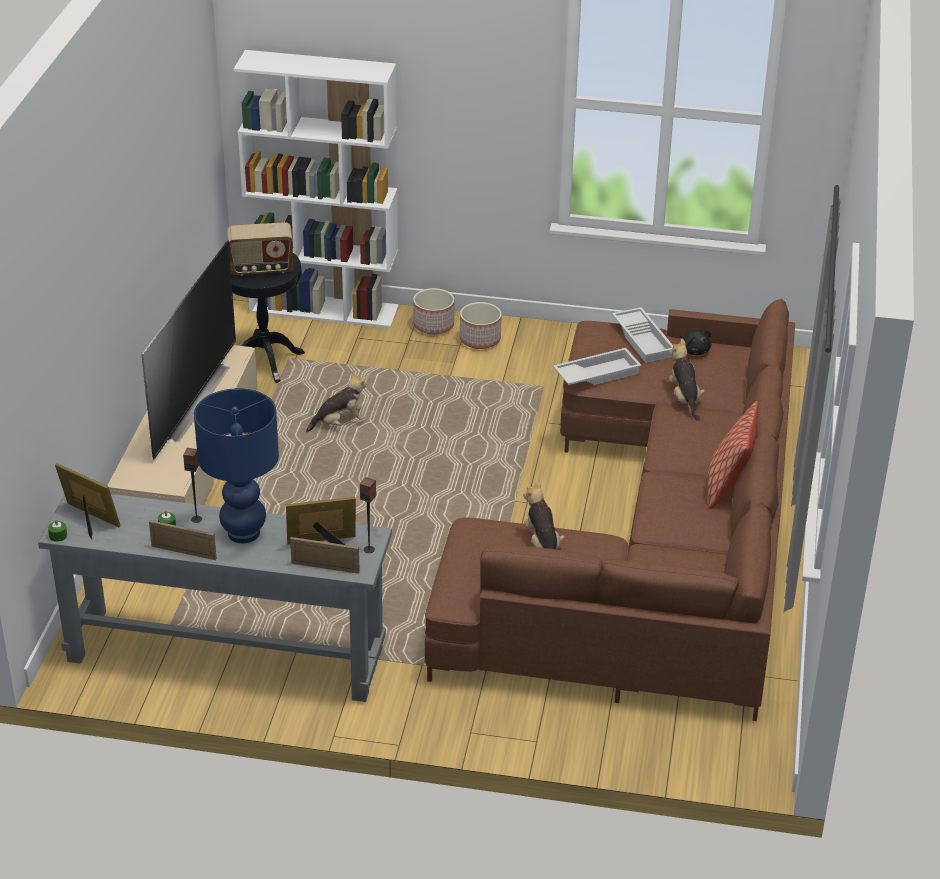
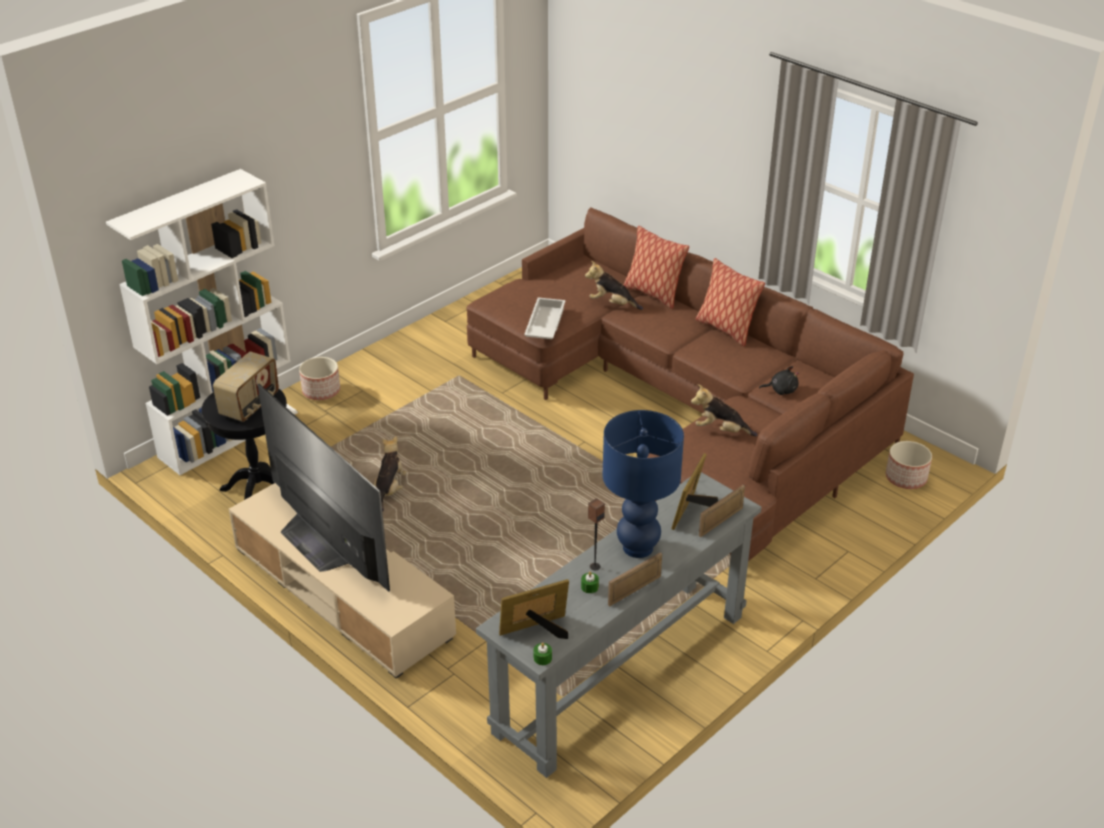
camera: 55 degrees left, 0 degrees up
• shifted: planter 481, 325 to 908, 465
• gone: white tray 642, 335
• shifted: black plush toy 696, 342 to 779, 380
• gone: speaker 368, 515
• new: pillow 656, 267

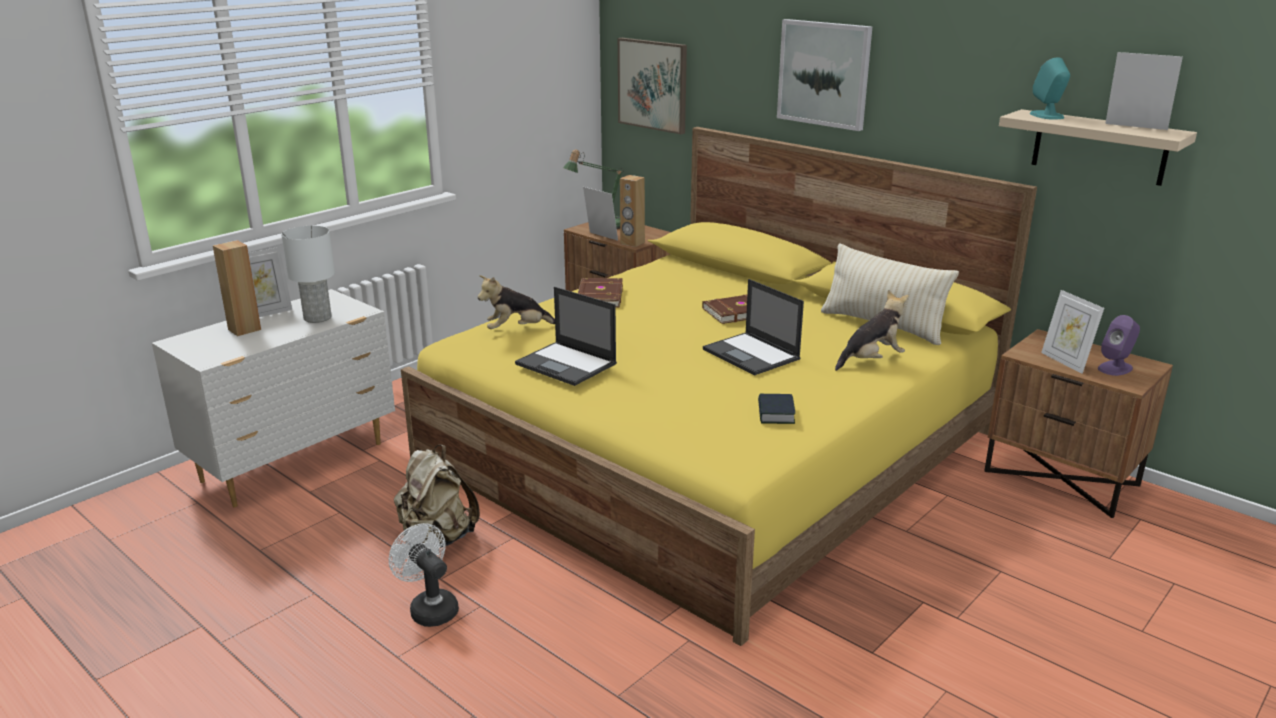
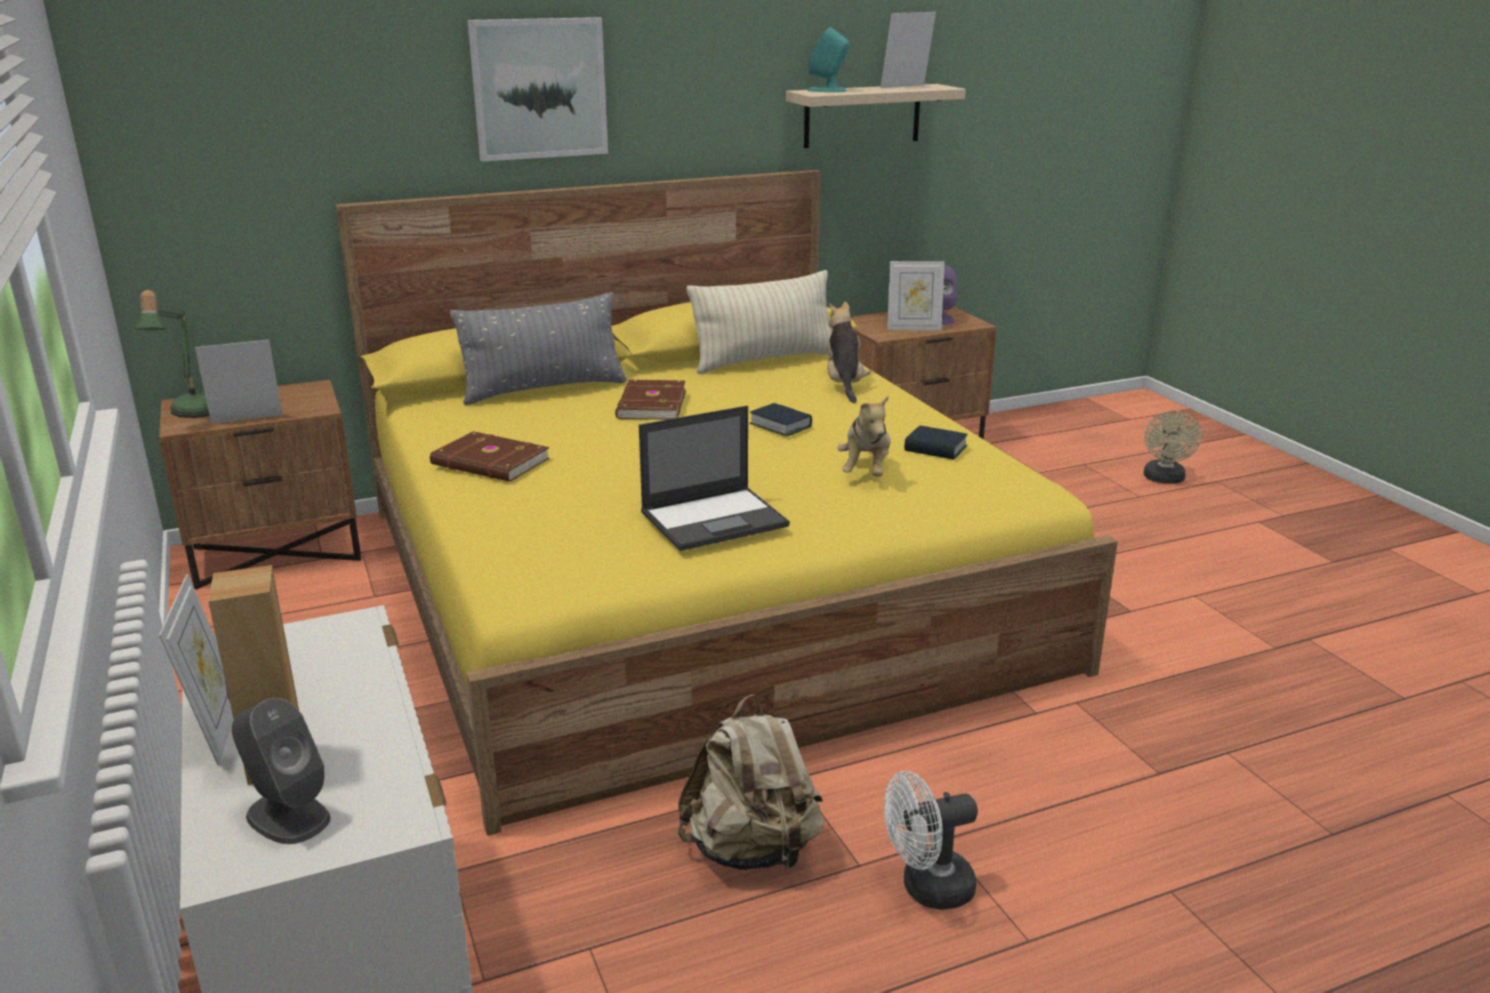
camera: 65 degrees left, 0 degrees up
• gone: picture 652, 86
• gone: brown speaker 632, 211
• gone: white table lamp 308, 274
• shifted: plush toy 516, 302 to 864, 436
• swapped: laptop 753, 327 to book 781, 419
• new: grey pillow 538, 348
• new: beige fan 1173, 447
• new: grey speaker 281, 771

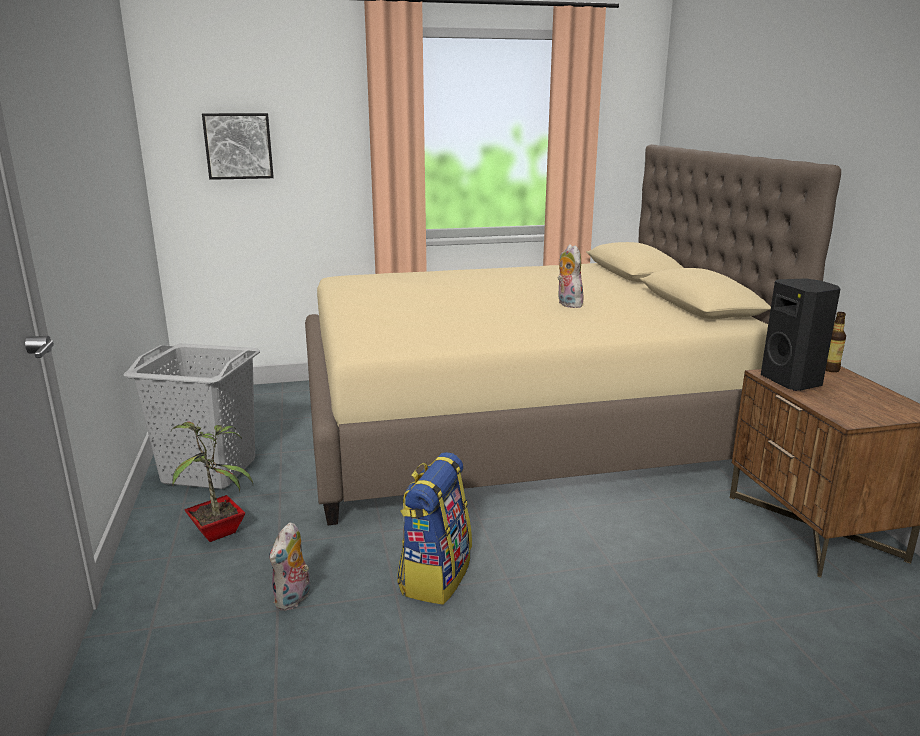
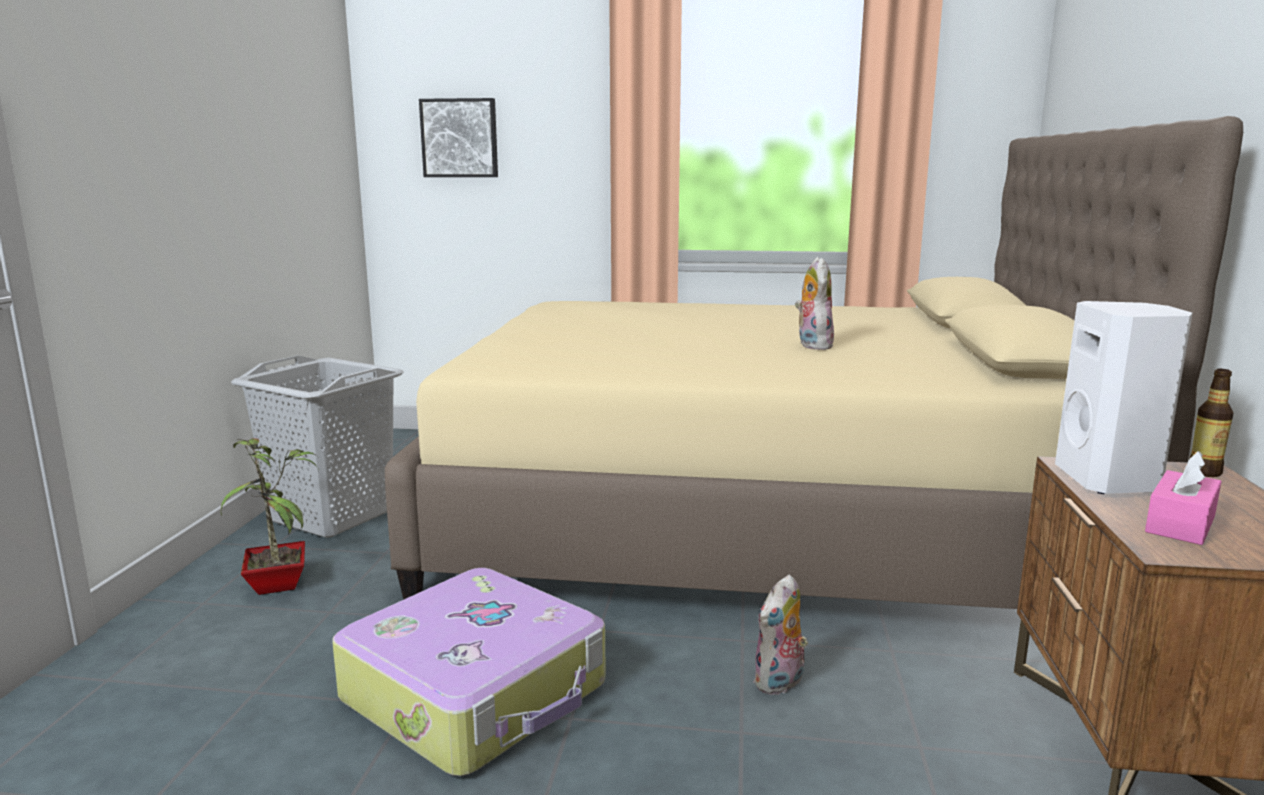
camera: 20 degrees right, 5 degrees down
• repainted: black speaker 800, 334 to white speaker 1124, 397
• swapped: backpack 434, 528 to suitcase 469, 672
• shifted: plush toy 289, 566 to 780, 635
• new: pink tissue box 1183, 498

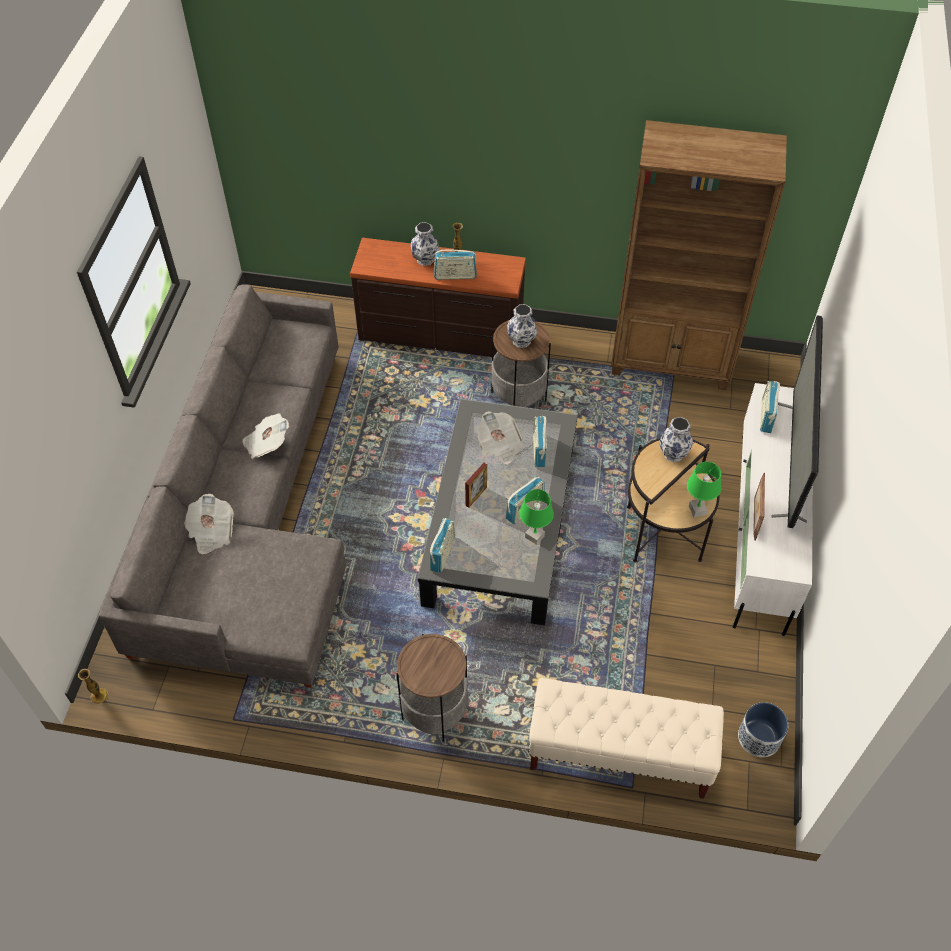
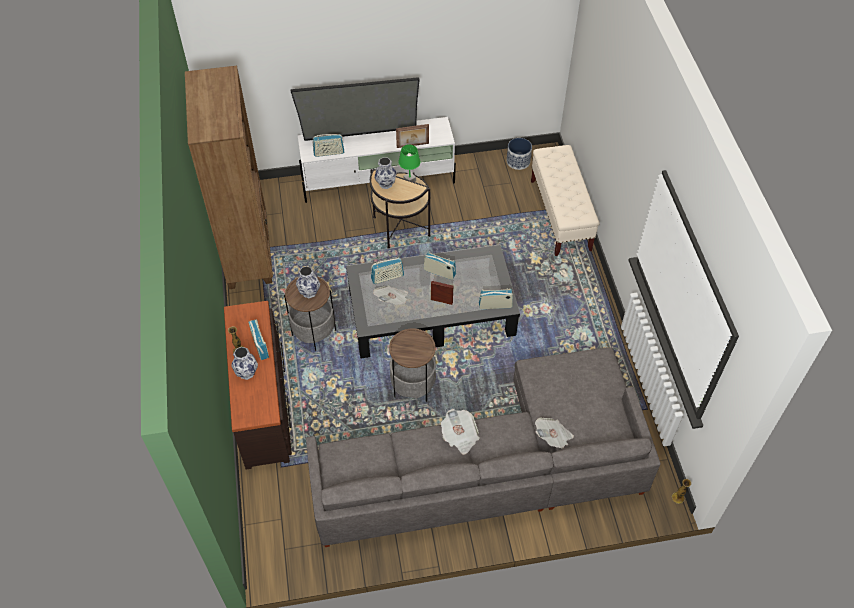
camera: 110 degrees left, 0 degrees up
• gone: green table lamp 536, 517
• shifted: side table 432, 688 to 412, 365

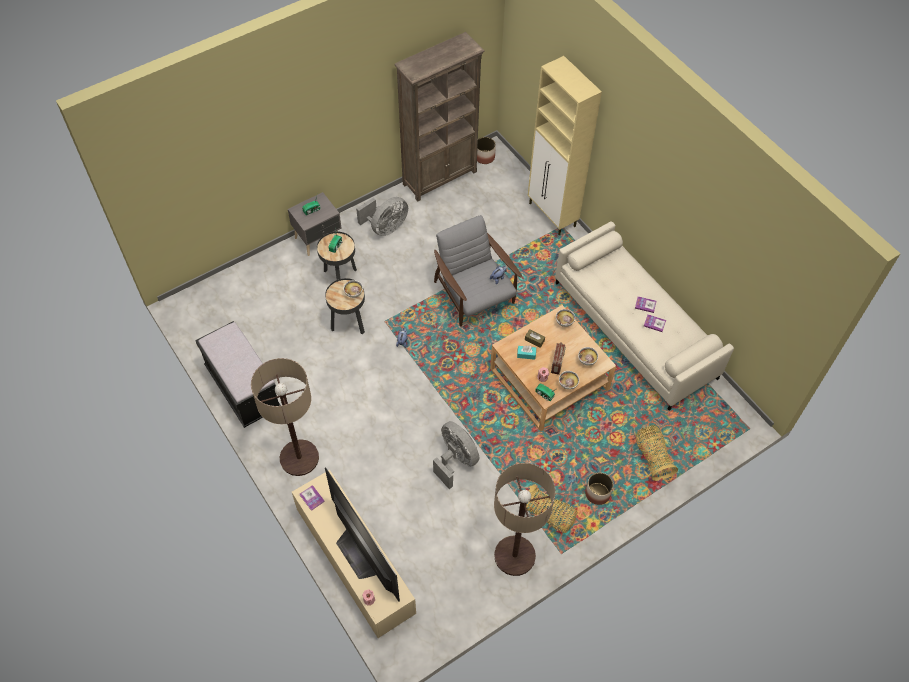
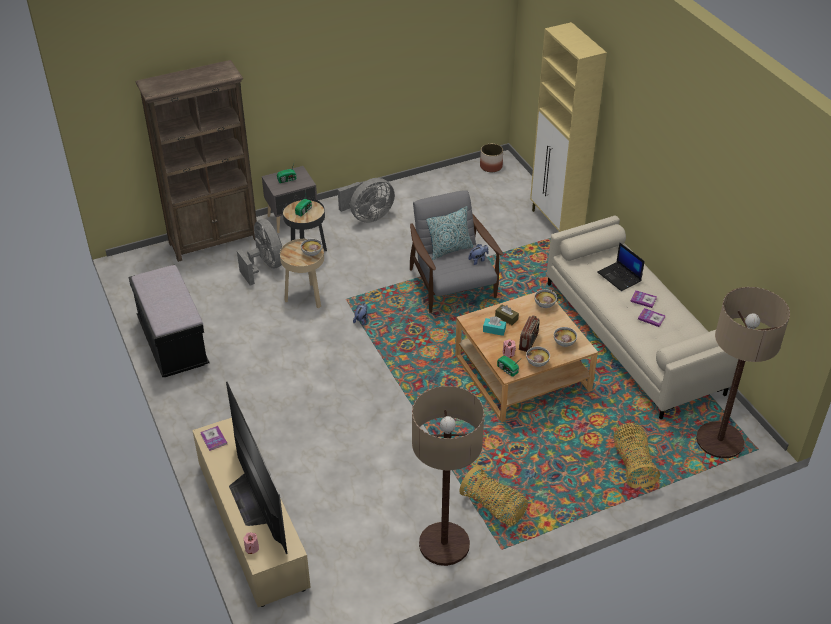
camera: 10 degrees right, 15 degrees down
• shifted: brown bookcase 439, 117 to 196, 161
• repainted: black side table 345, 306 to beige side table 302, 273
• shifted: floor lamp 285, 417 to 743, 372
• shifted: grey fan 456, 455 to 259, 252
• gone: planter 599, 489
• new: pillow 449, 233
• new: laptop 620, 266

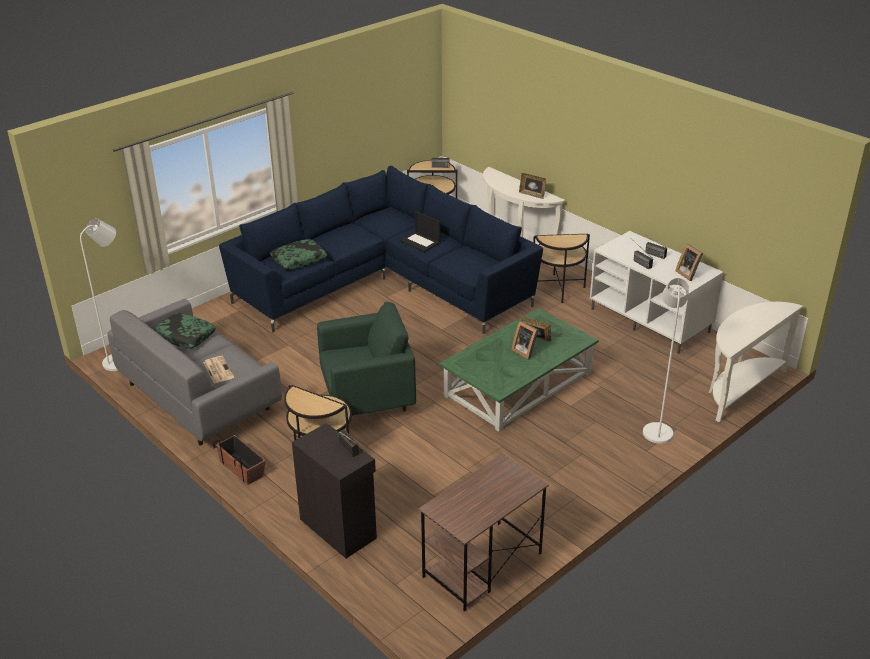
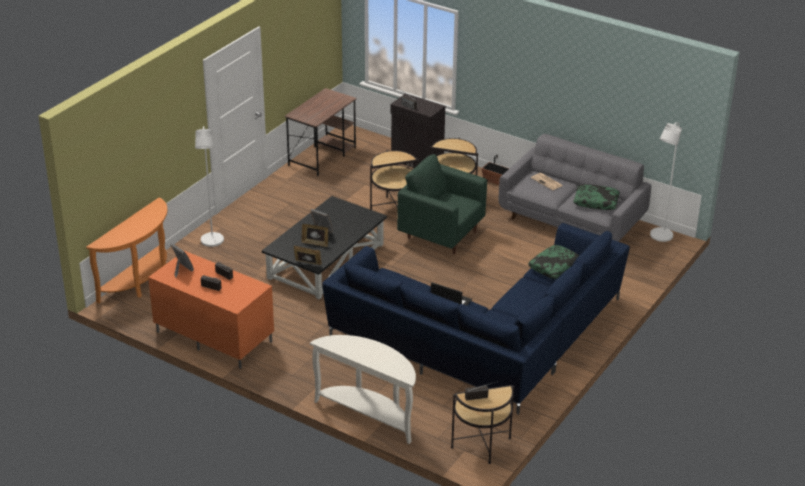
camera: 165 degrees right, 0 degrees up
• shifted: picture frame 532, 186 to 308, 255
• repainted: white tv stand 656, 292 to orange tv stand 211, 310
• shifted: side table 561, 268 to 394, 180
• rotated: green armchair 366, 359 = 442, 204 60 degrees clockwise
• repainted: white console table 756, 362 to orange console table 126, 250
• repainted: green coffee table 519, 370 to black coffee table 324, 248

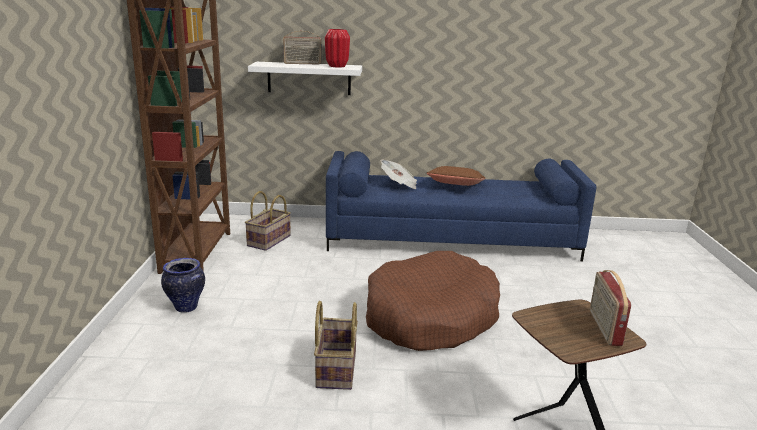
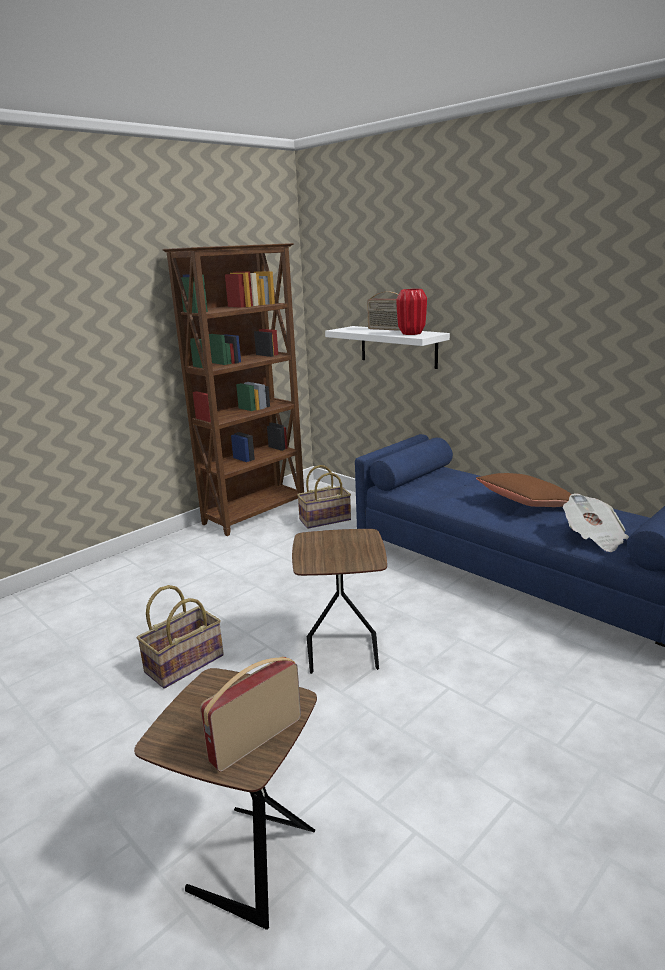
camera: 45 degrees right, 0 degrees up
• shifted: newspaper 398, 174 to 596, 522
• swapped: brown dog bed 433, 301 to brown side table 339, 601
• gone: vase 183, 285

